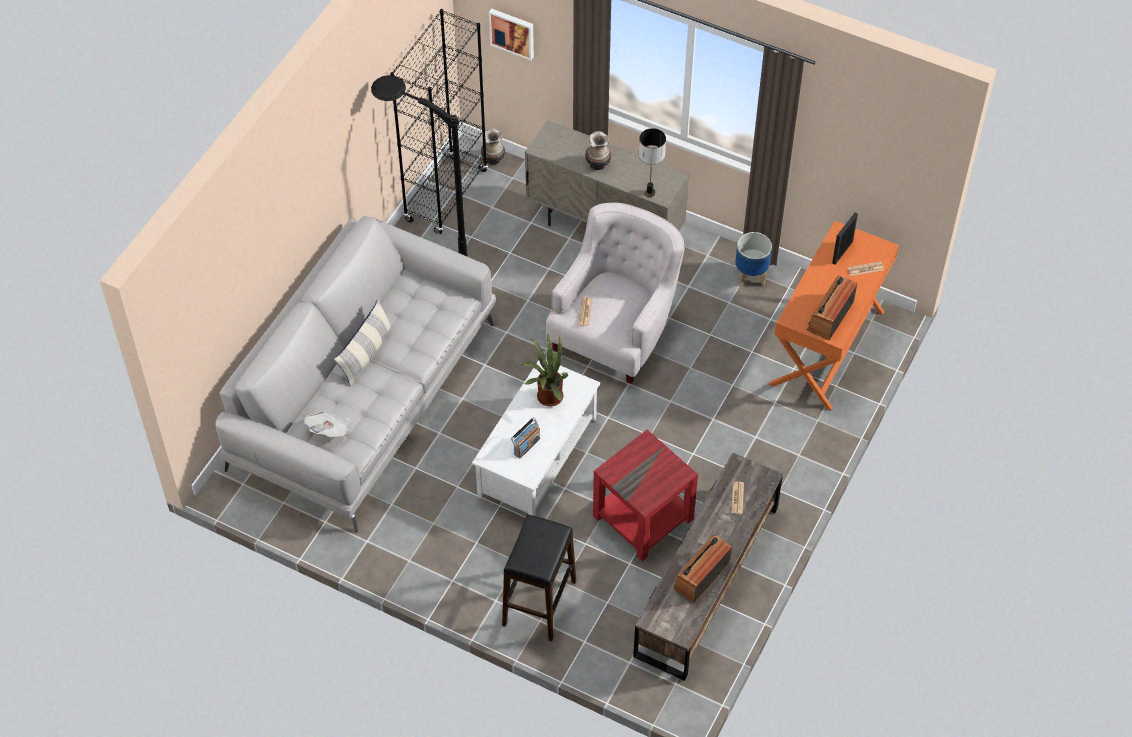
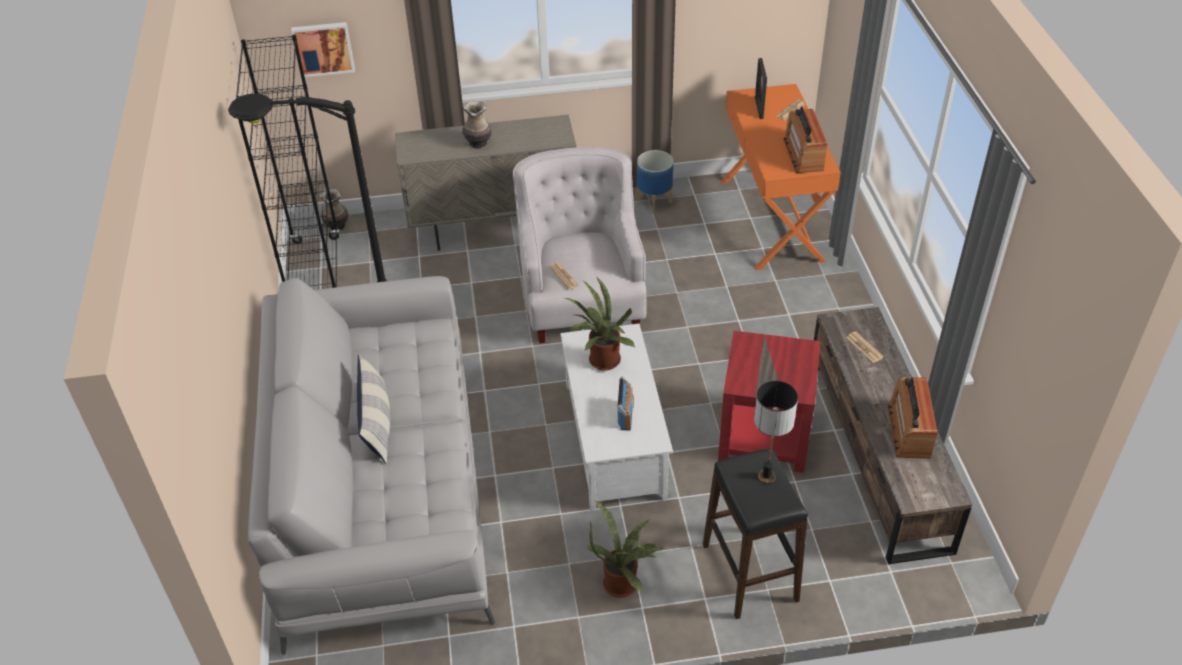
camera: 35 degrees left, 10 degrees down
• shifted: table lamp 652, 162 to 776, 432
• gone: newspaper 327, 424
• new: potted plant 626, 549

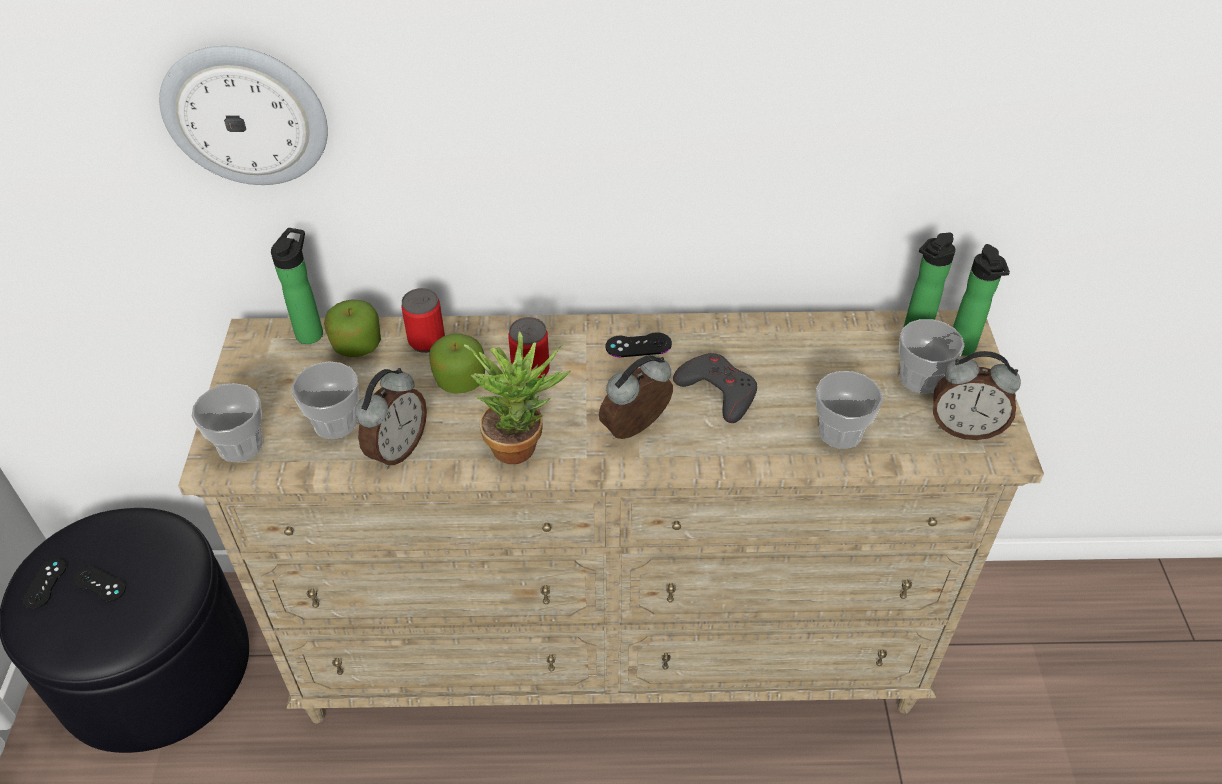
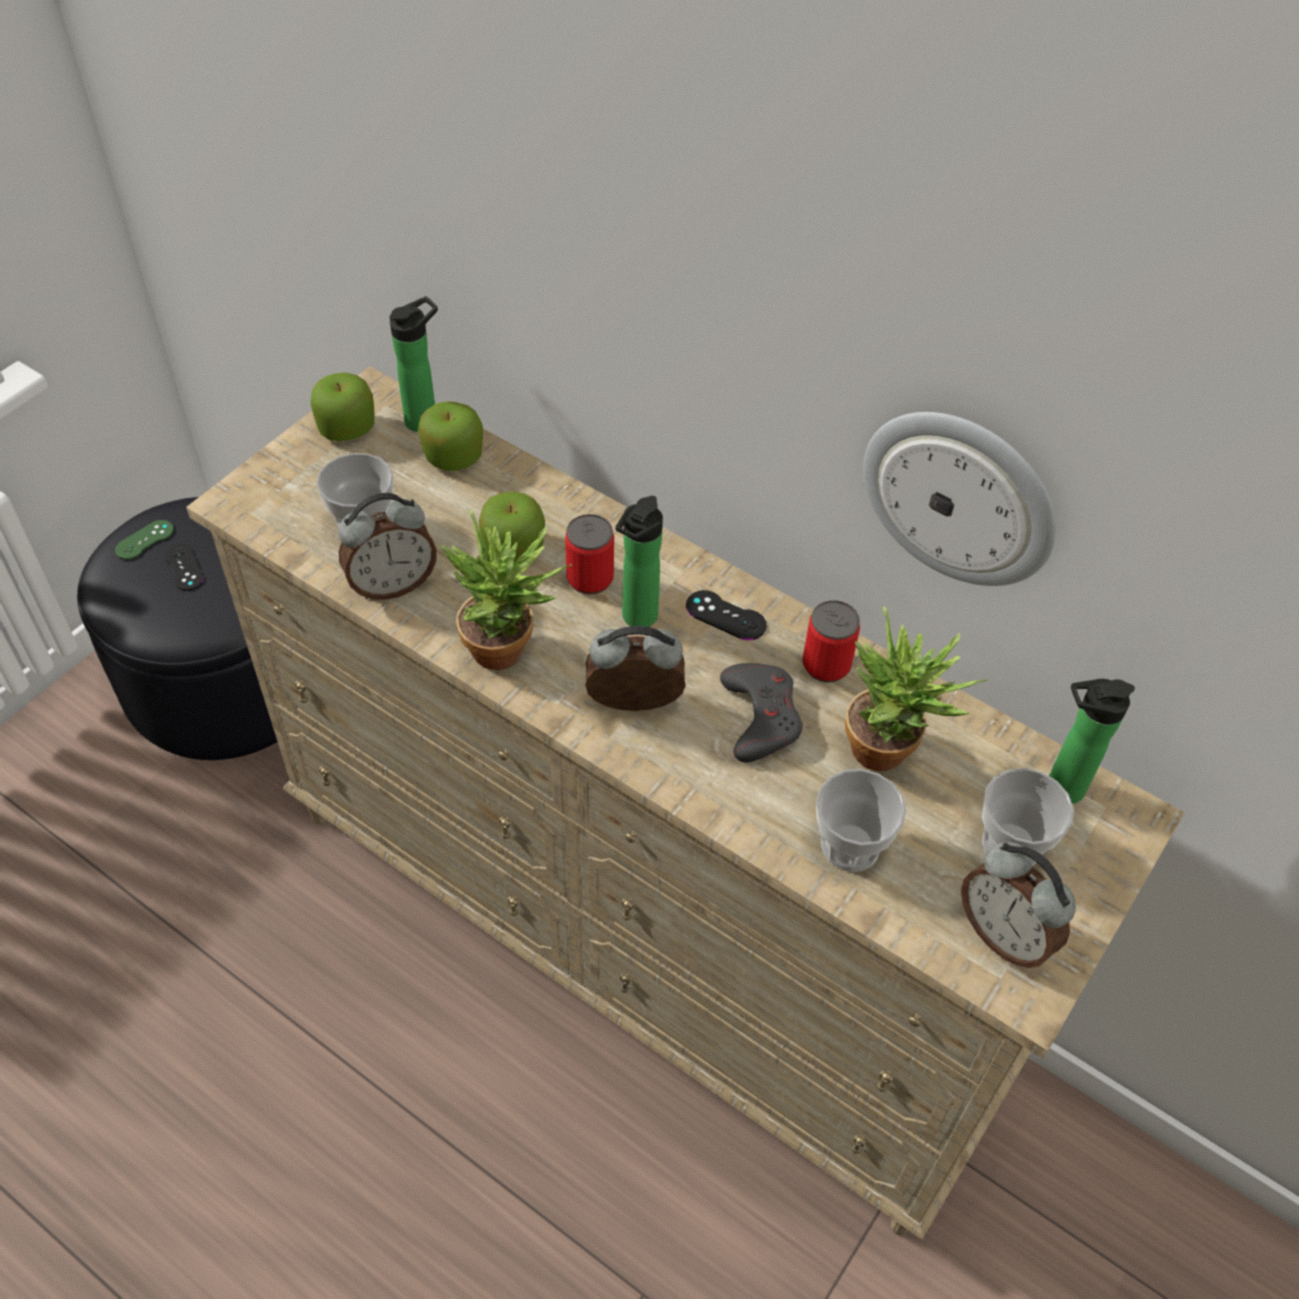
camera: 35 degrees right, 5 degrees up
• shifted: wall clock 243, 115 to 959, 499
• shifted: bottle 981, 300 to 639, 561
• shifted: can 423, 320 to 831, 641
• gone: cup 227, 422
• repainted: black game controller 44, 584 to green game controller 144, 540
• new: apple 343, 407
• new: potted plant 916, 688

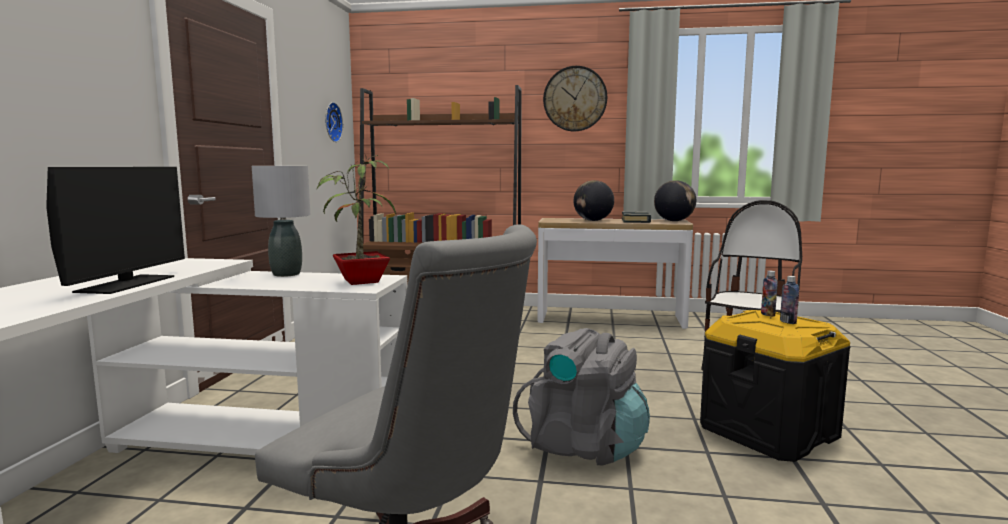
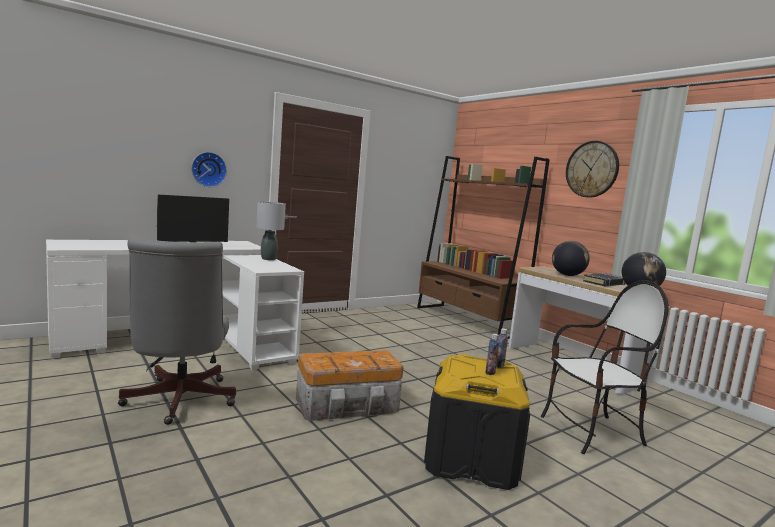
camera: 45 degrees right, 0 degrees up
• shifted: wall clock 334, 122 to 209, 169
• gone: potted plant 356, 219
• swapped: grey backpack 581, 396 to storage box 349, 385

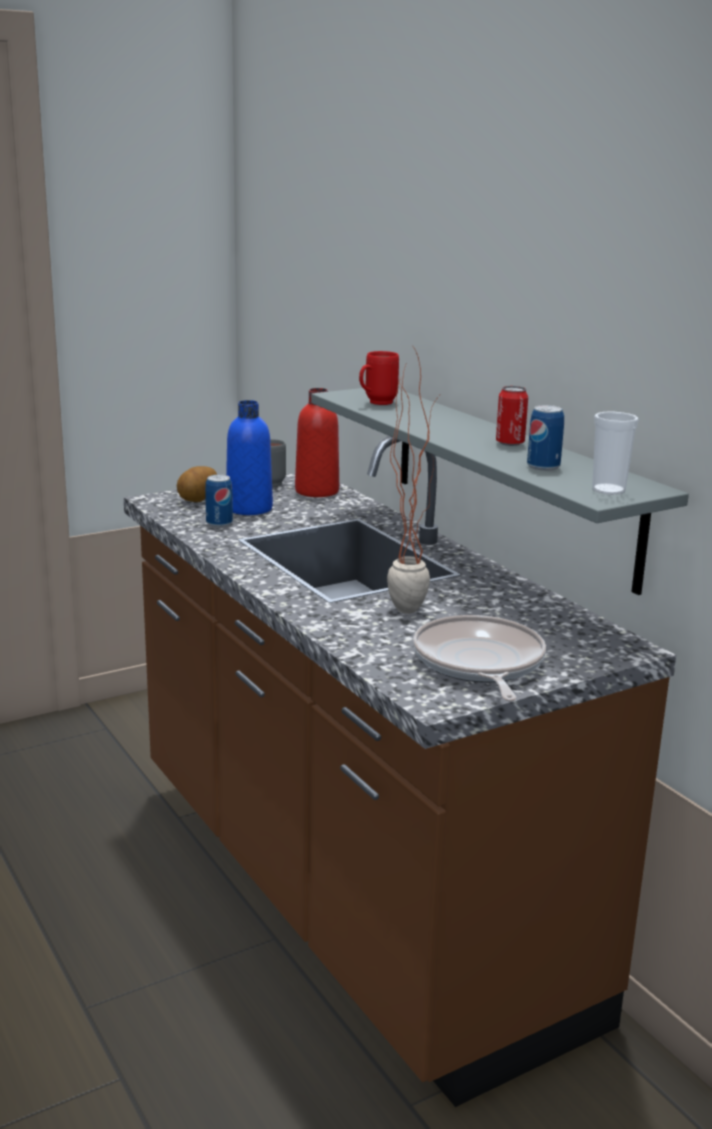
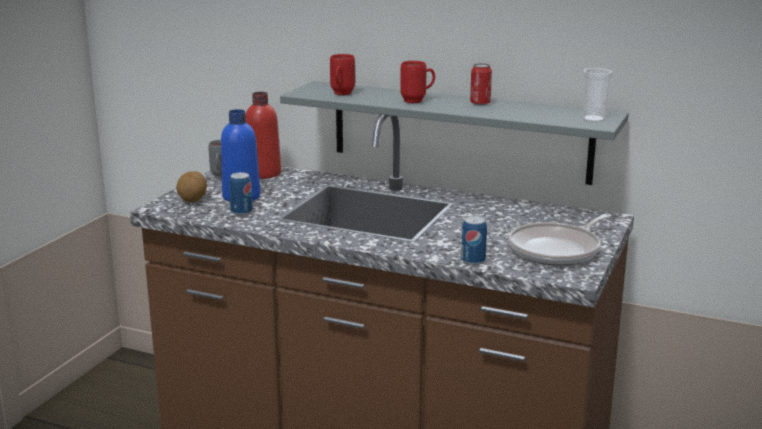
camera: 35 degrees left, 0 degrees up
• gone: potted plant 413, 479
• shifted: can 545, 438 to 474, 240
• rotated: frying pan 479, 658 = 560, 239 90 degrees counterclockwise
• new: red mug 417, 82

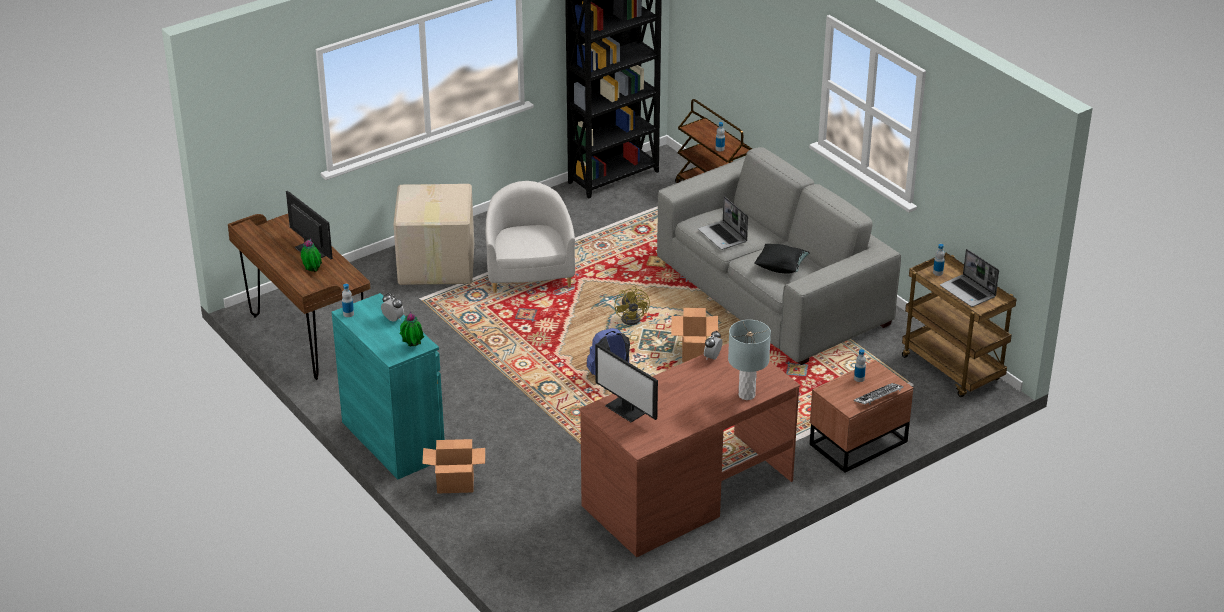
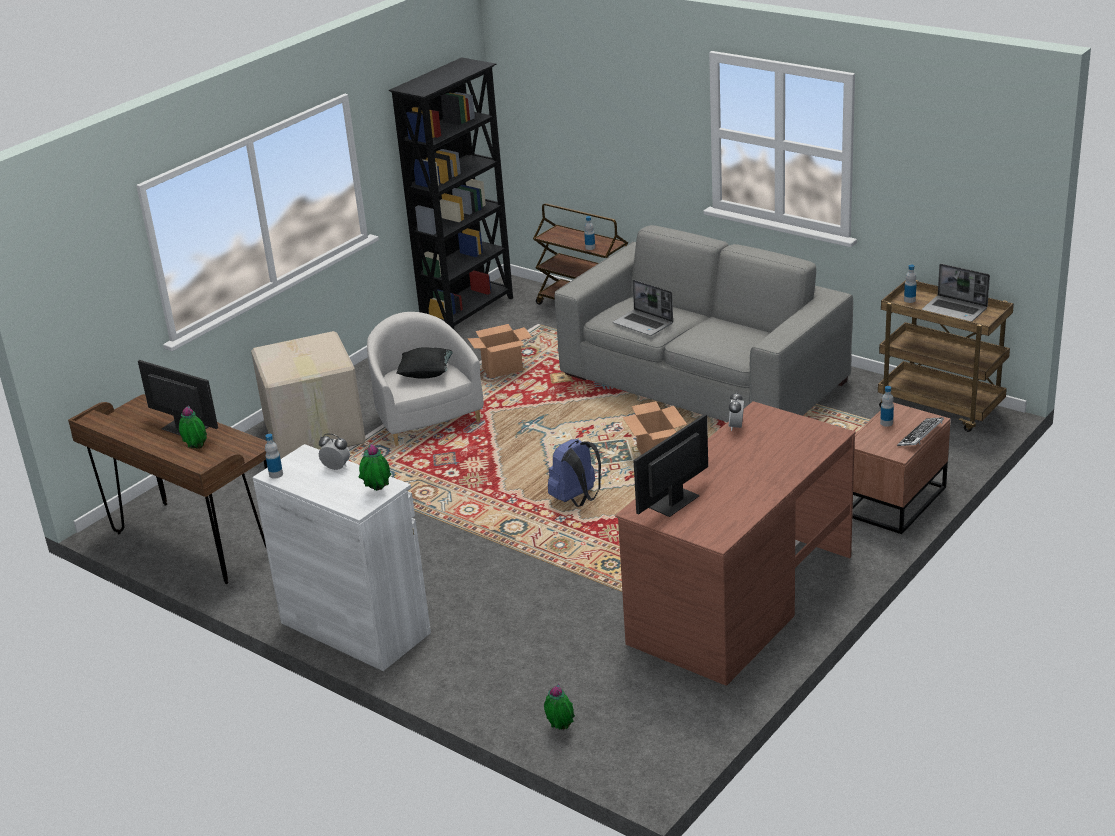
camera: 15 degrees left, 5 degrees down
• shifted: black pillow 782, 259 to 424, 363
• gone: yellow fan 632, 305
• repainted: turquoise cabinet 388, 386 to white cabinet 342, 557
• gone: grey table lamp 749, 360
• rotated: monitor 626, 382 = 670, 465 105 degrees clockwise
• shifted: cardboard box 453, 466 to 499, 351
• new: potted plant 559, 706

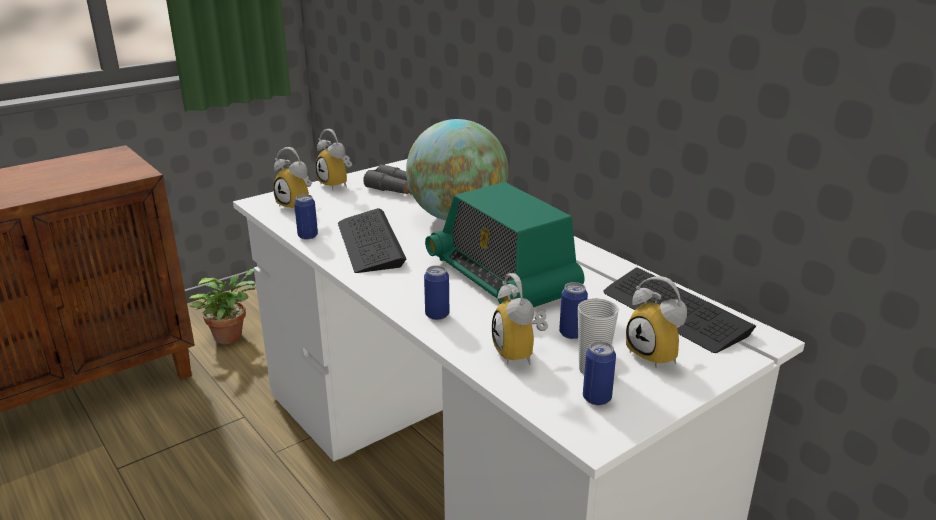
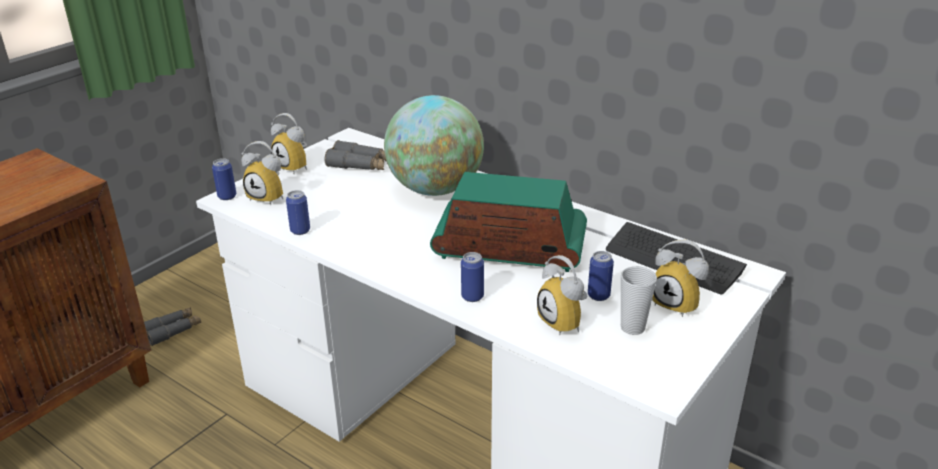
camera: 15 degrees left, 5 degrees up
• rotated: radio 504, 244 = 508, 222 150 degrees clockwise
• gone: keyboard 372, 240
• swapped: potted plant 222, 306 to grey binoculars 172, 326
• shifted: can 599, 373 to 224, 179

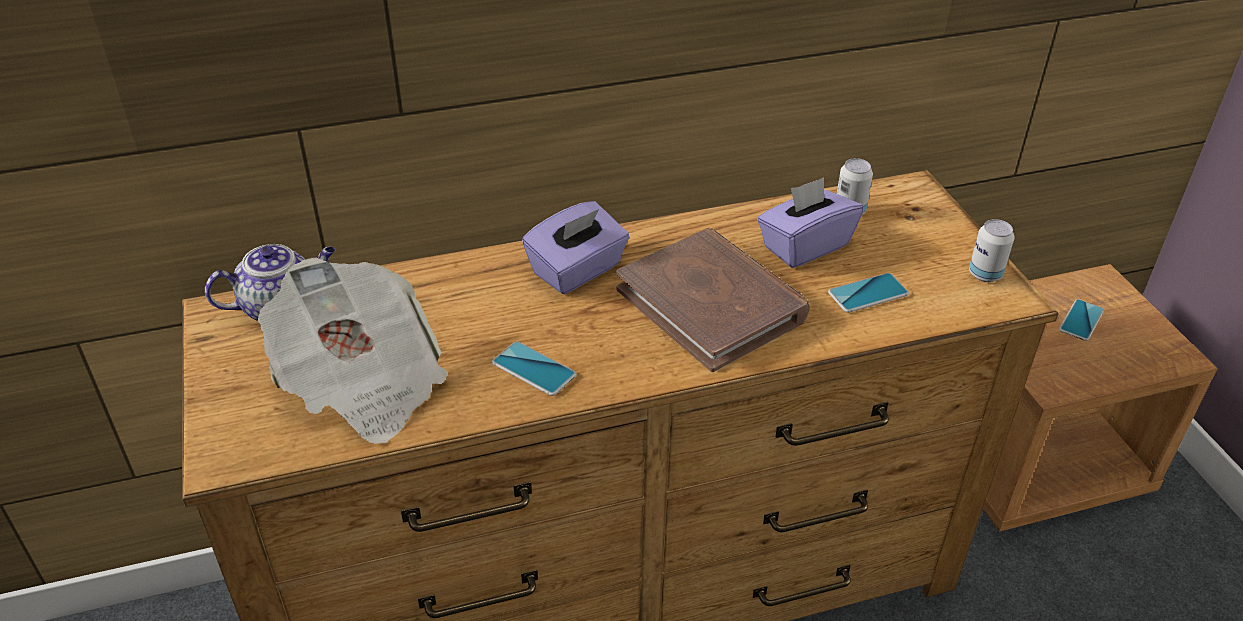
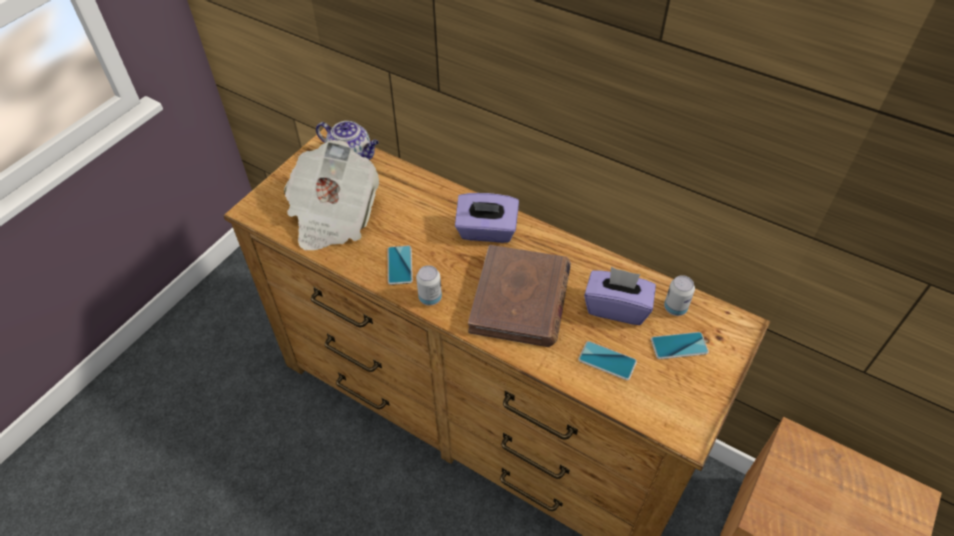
camera: 50 degrees right, 10 degrees up
• shifted: can 991, 250 to 429, 285
• shifted: phone 1081, 320 to 680, 345

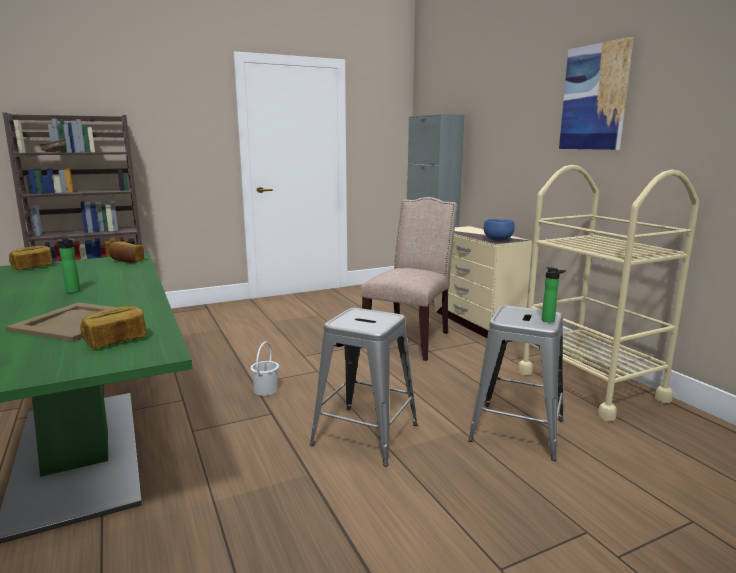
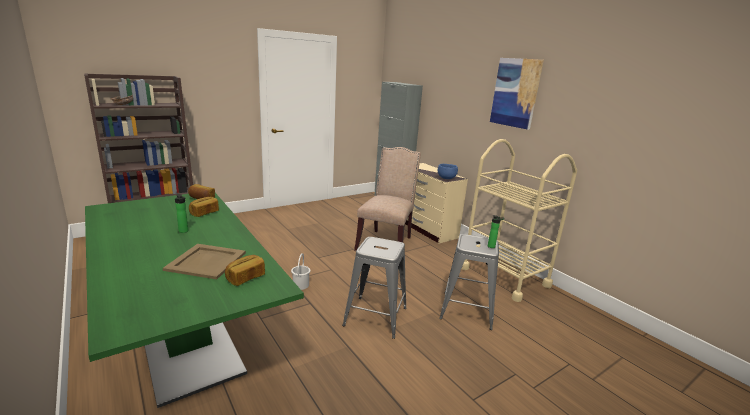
camera: 10 degrees left, 5 degrees up
• shifted: bread 31, 258 to 204, 207

